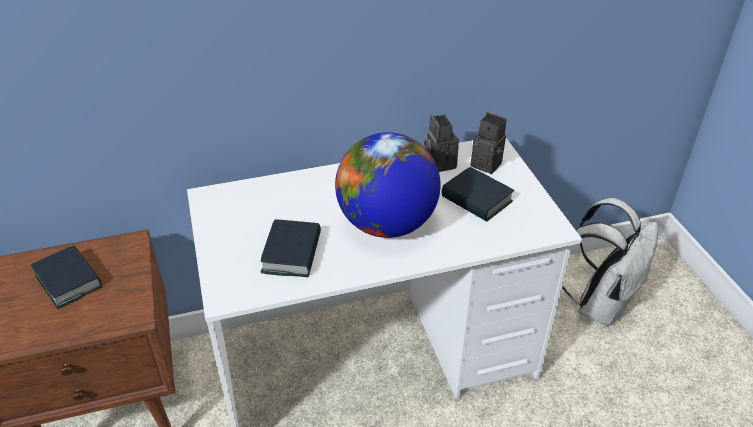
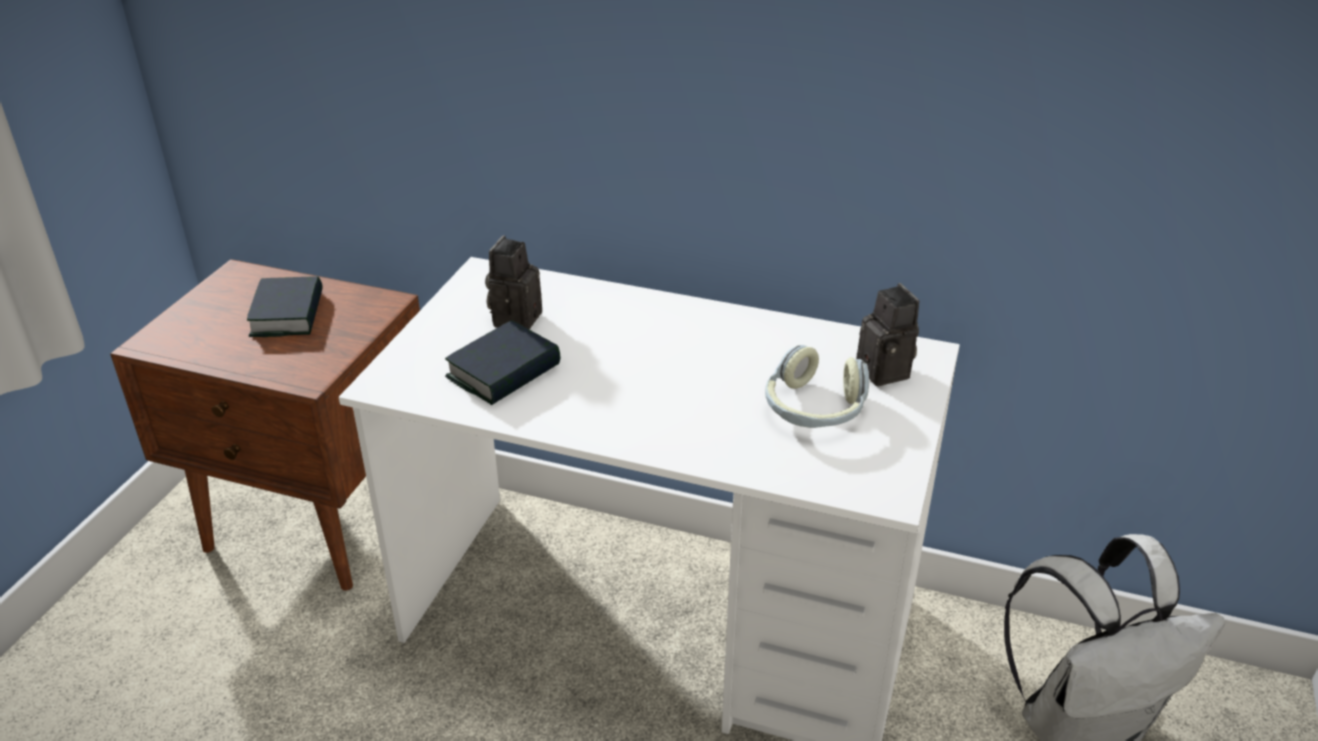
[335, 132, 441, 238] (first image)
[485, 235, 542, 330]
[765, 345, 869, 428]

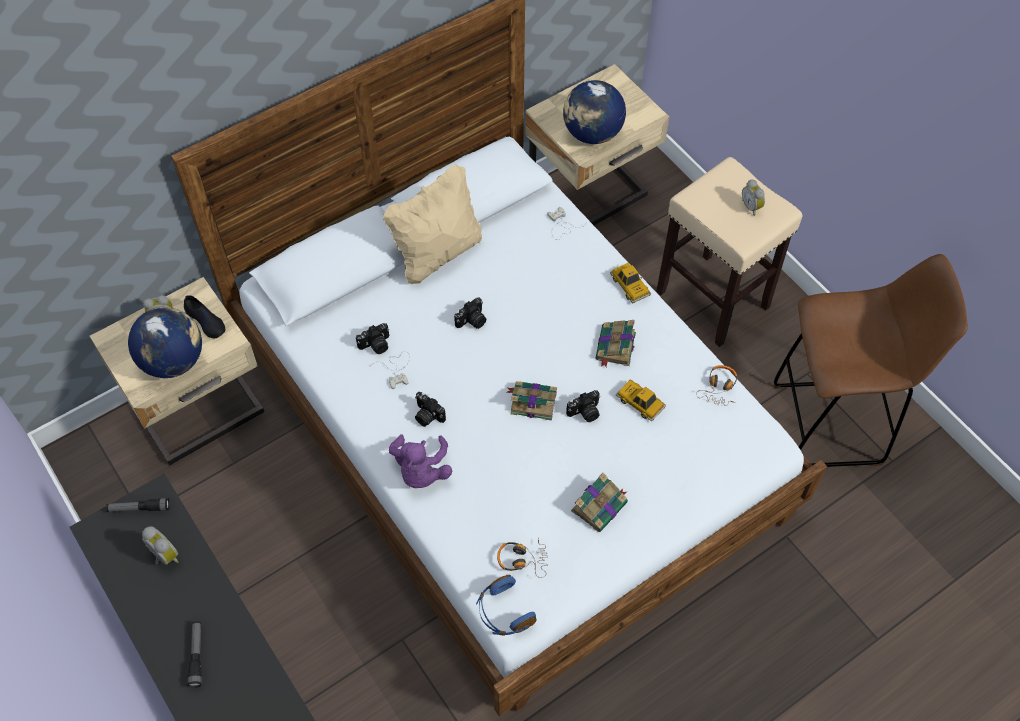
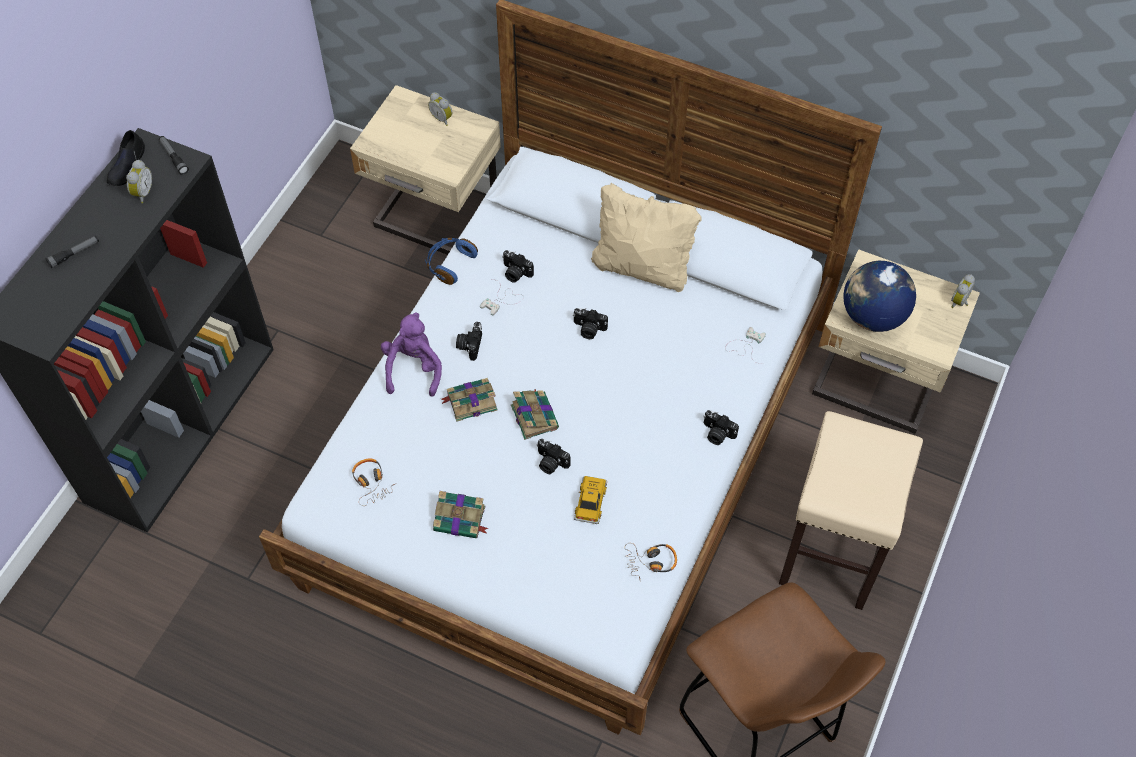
[128, 307, 202, 378] (first image)
[106, 130, 145, 186]
[381, 312, 442, 397]
[425, 238, 478, 285]
[441, 378, 498, 422]
[704, 410, 739, 445]
[951, 274, 975, 308]

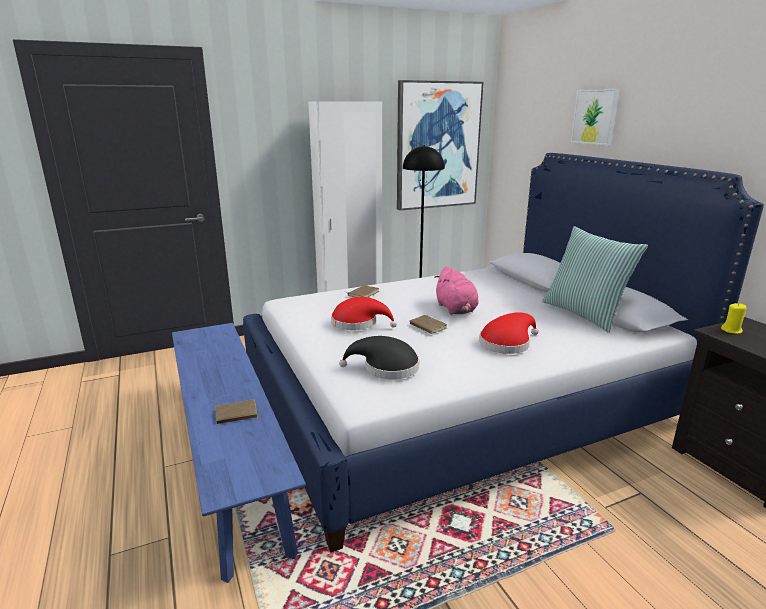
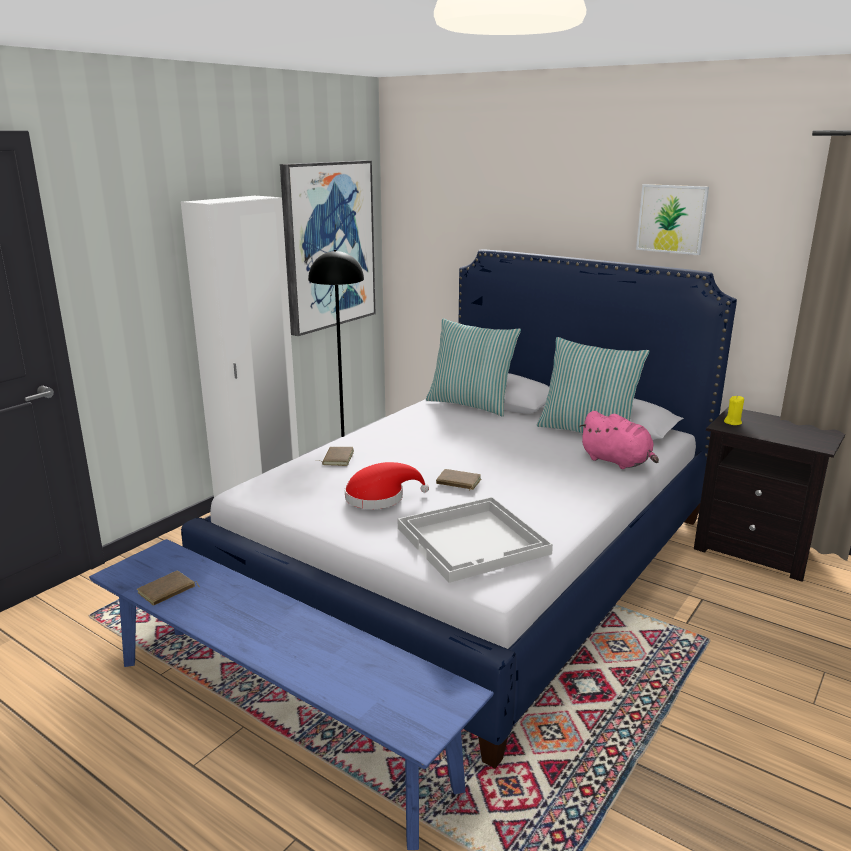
[137, 571, 200, 606]
[398, 497, 553, 583]
[579, 411, 659, 469]
[479, 312, 539, 354] (first image)
[636, 184, 709, 255]
[426, 319, 521, 417]

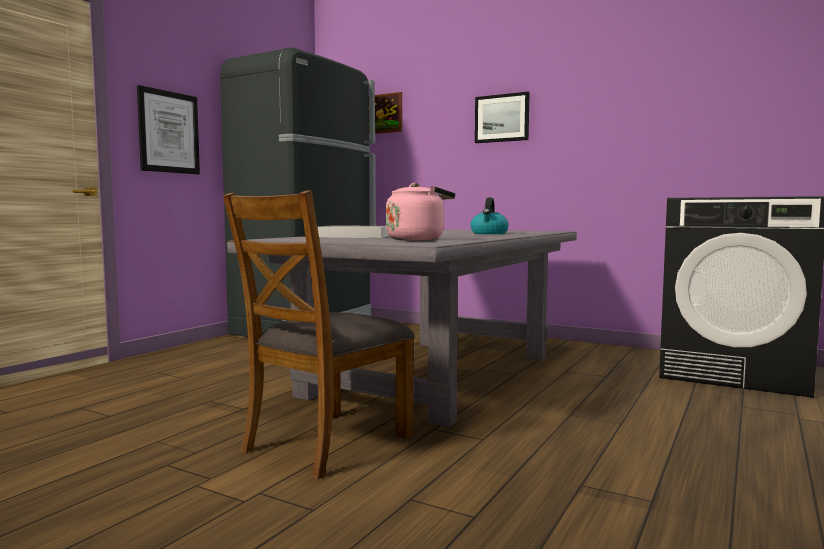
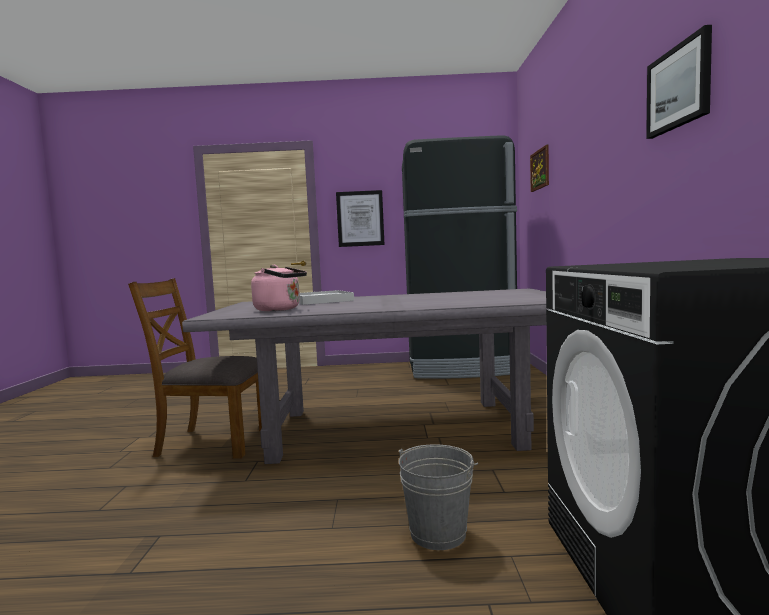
[470, 197, 509, 234] (first image)
[646, 25, 712, 139]
[399, 444, 478, 550]

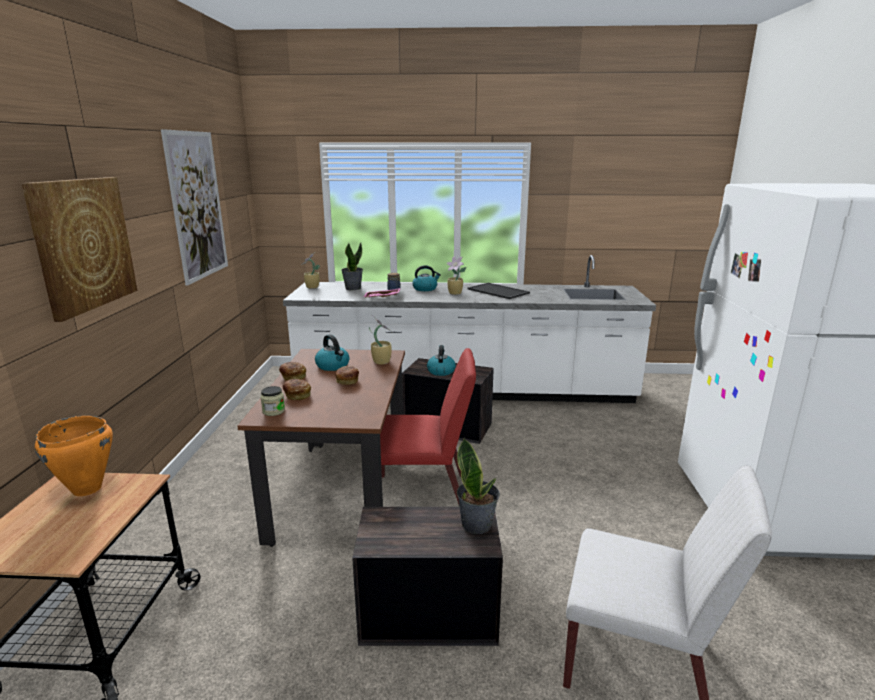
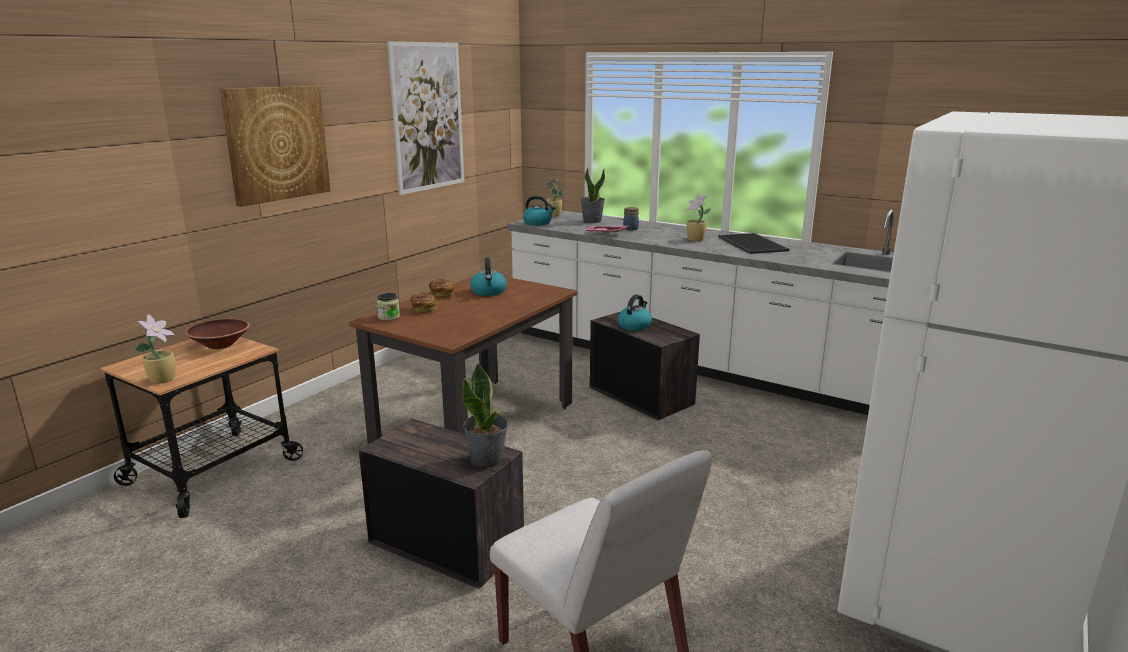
[185, 319, 250, 349]
[335, 366, 359, 385] (first image)
[135, 314, 176, 384]
[380, 348, 476, 504] (first image)
[523, 195, 555, 226]

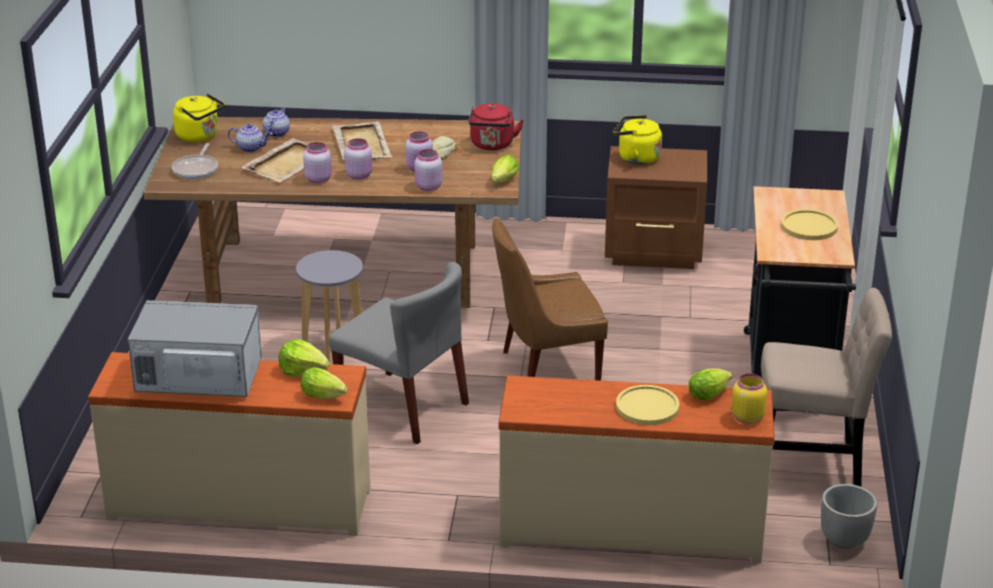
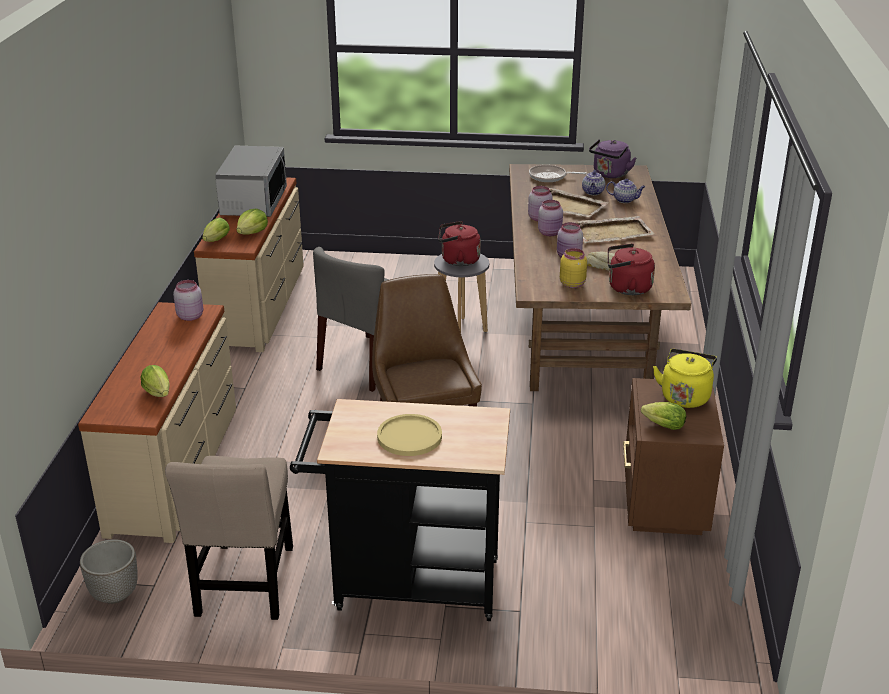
[589, 139, 636, 178]
[173, 280, 203, 321]
[641, 402, 686, 430]
[616, 385, 679, 425] (first image)
[560, 248, 587, 288]
[438, 221, 481, 266]

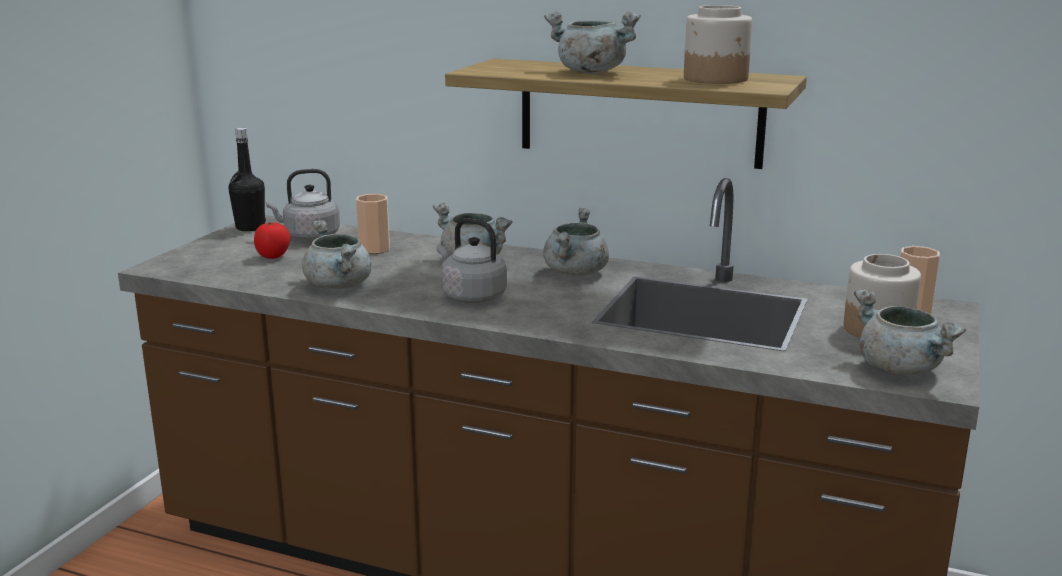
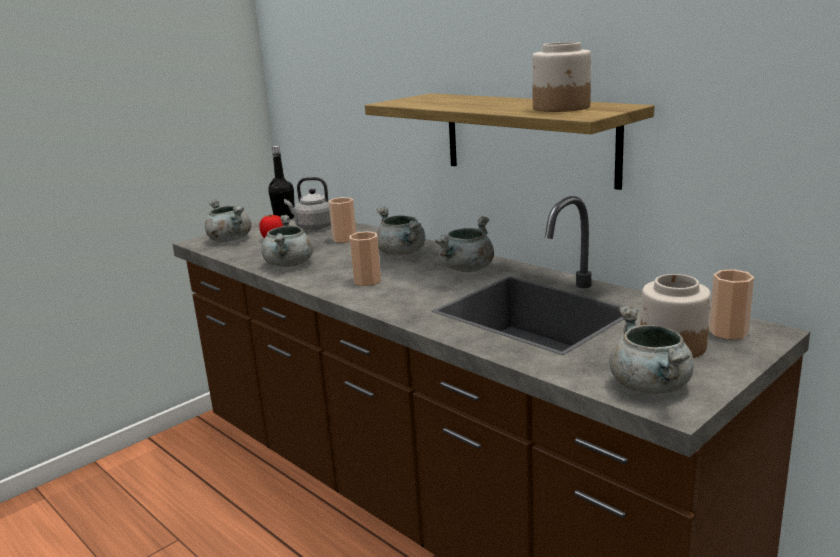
[349, 231, 381, 286]
[205, 199, 251, 242]

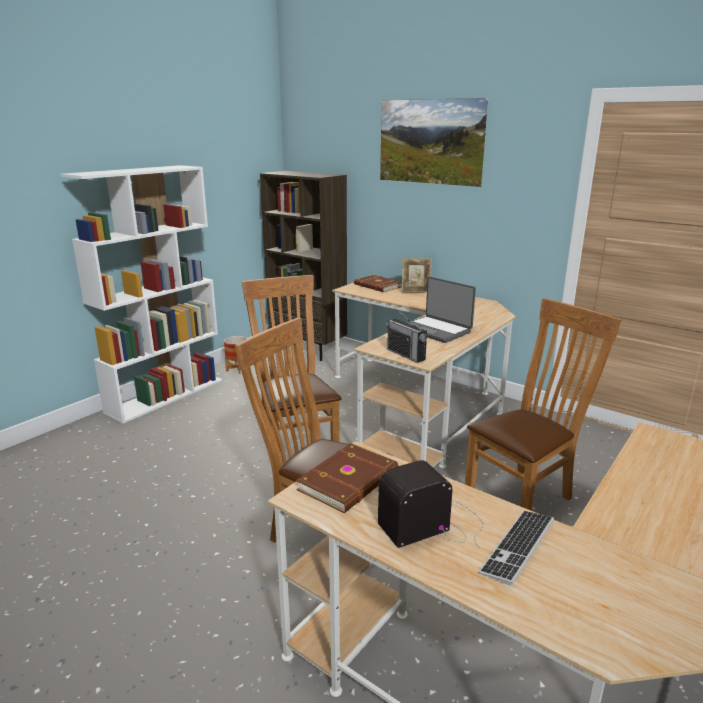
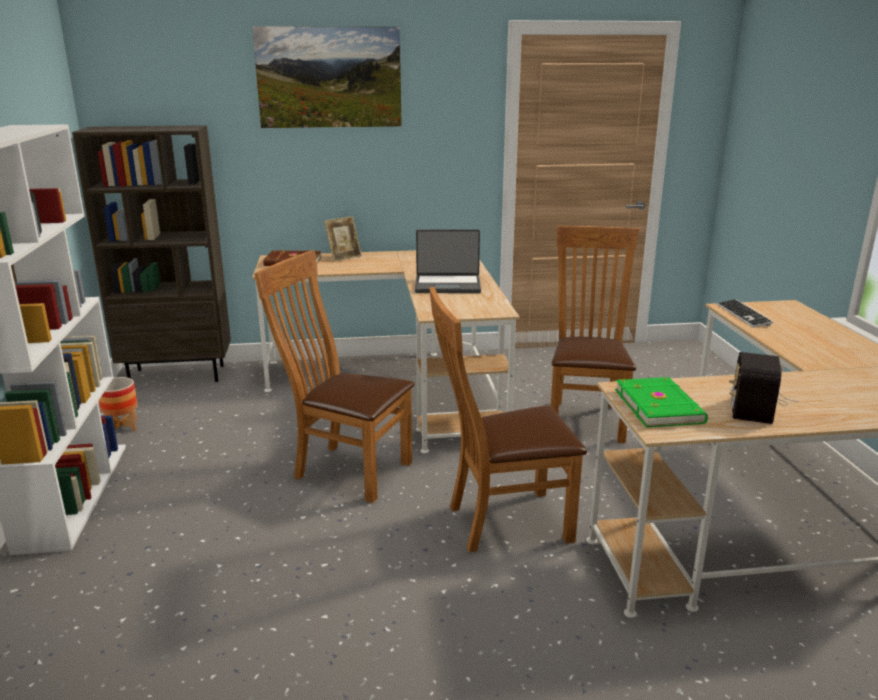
[615, 377, 708, 428]
[386, 308, 427, 363] (first image)
[717, 299, 773, 328]

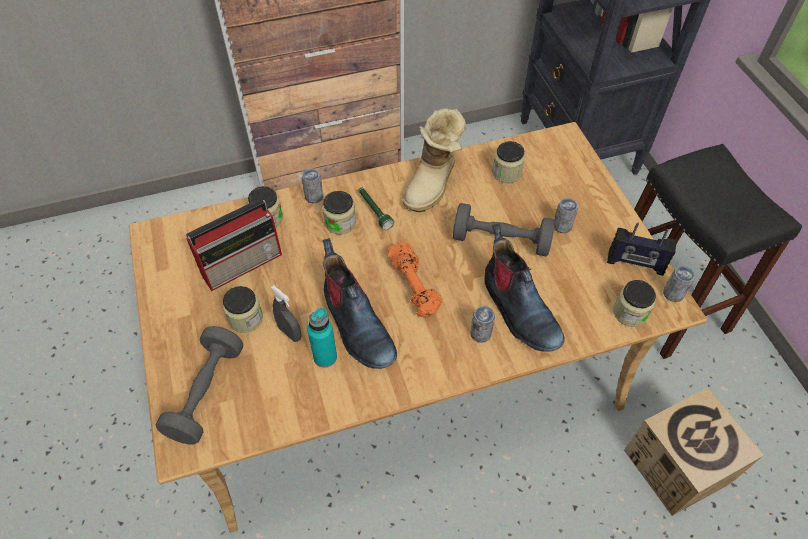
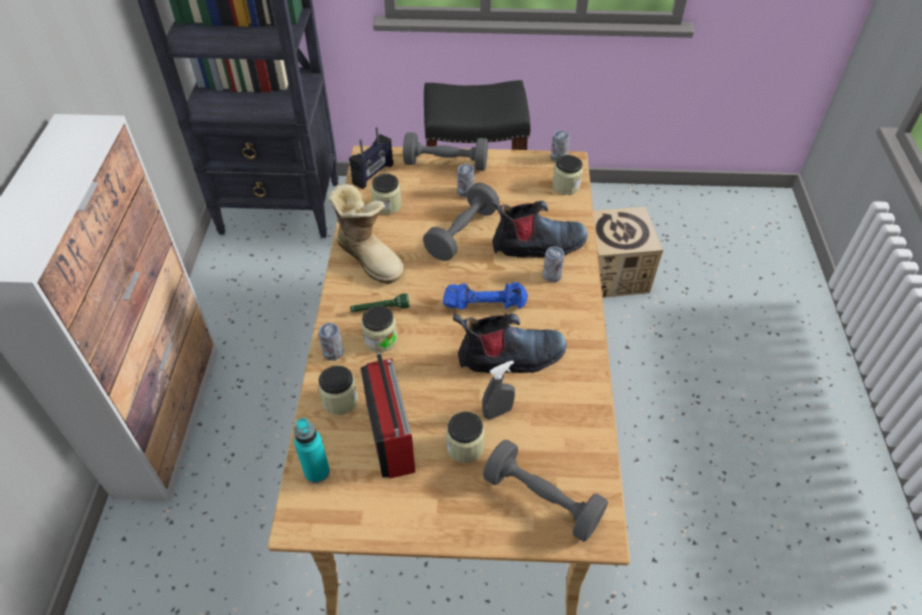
[294, 418, 330, 483]
[443, 282, 528, 310]
[349, 127, 393, 189]
[403, 132, 488, 171]

